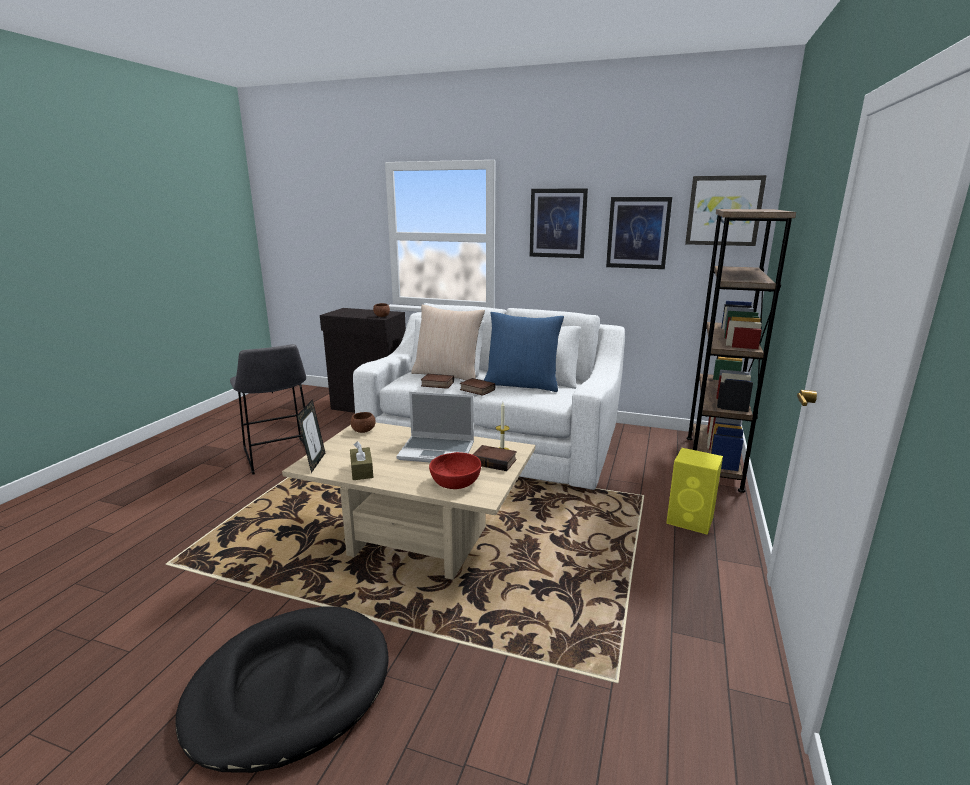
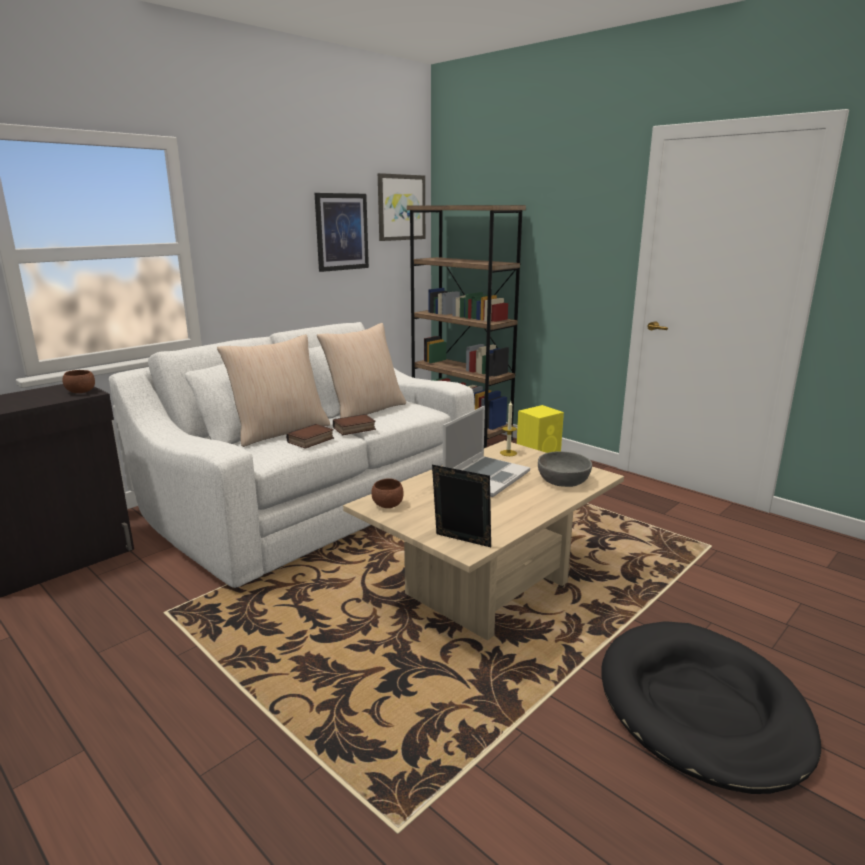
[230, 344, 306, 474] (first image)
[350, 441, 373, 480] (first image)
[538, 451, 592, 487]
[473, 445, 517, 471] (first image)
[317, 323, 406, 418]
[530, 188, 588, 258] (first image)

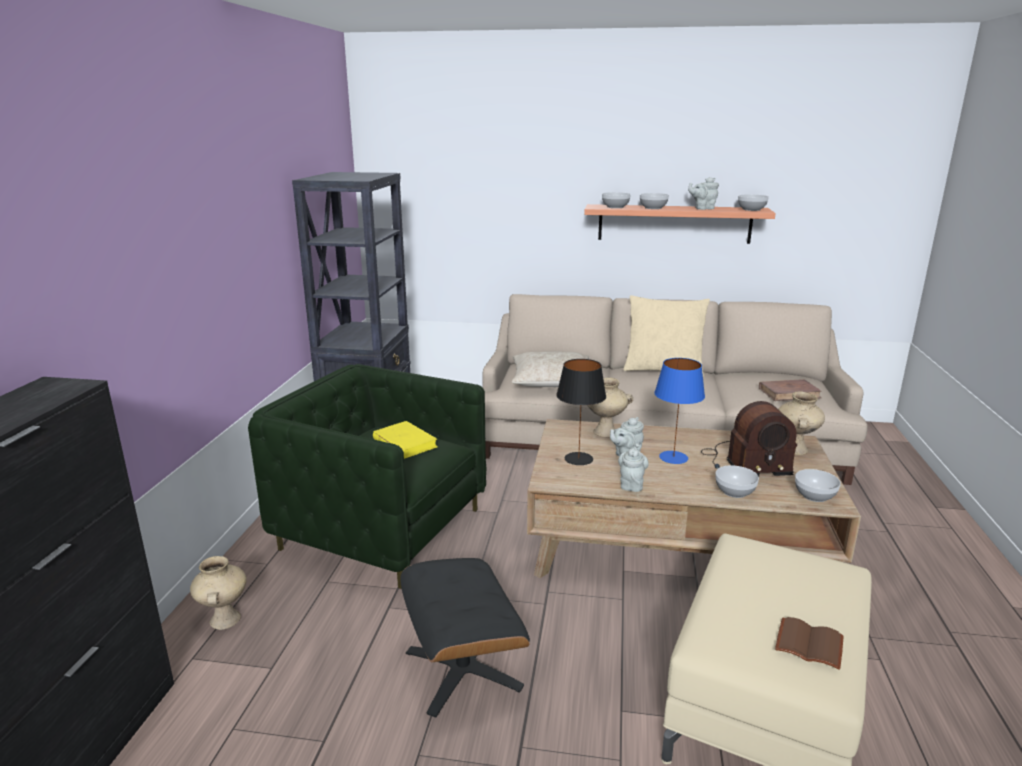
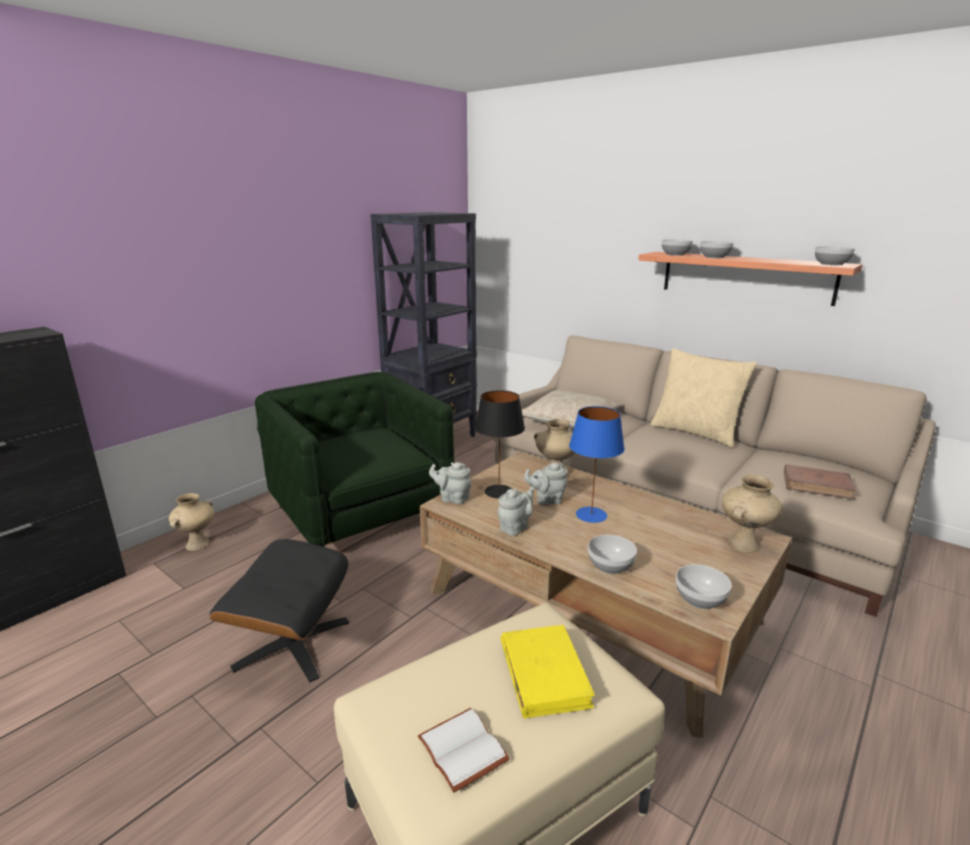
[501, 625, 595, 718]
[429, 462, 472, 504]
[701, 401, 797, 477] (first image)
[418, 708, 510, 793]

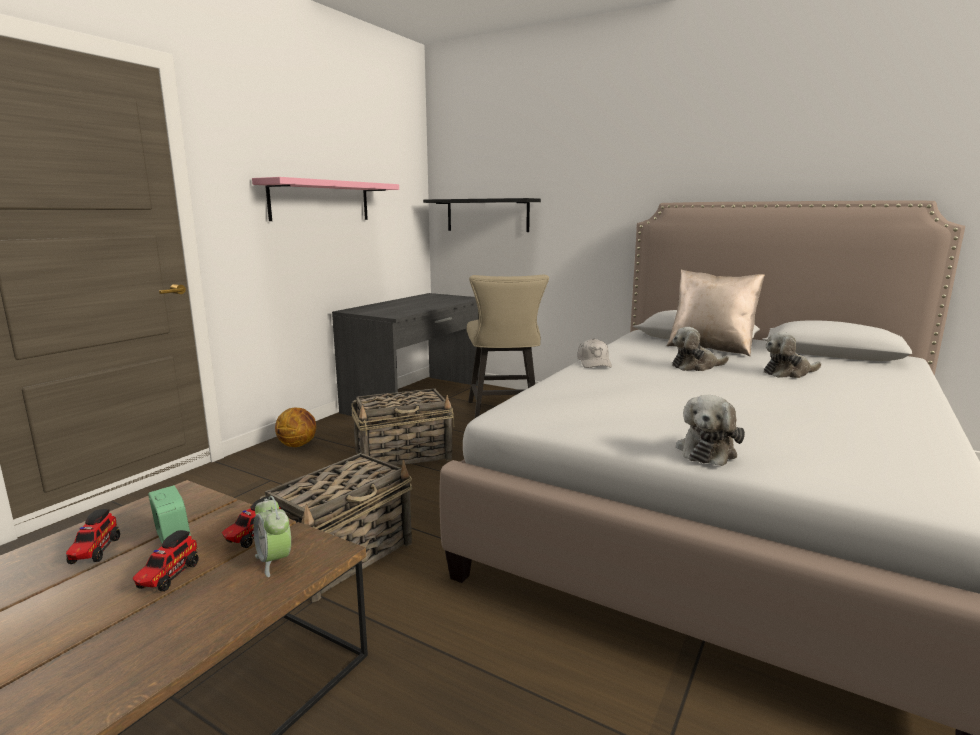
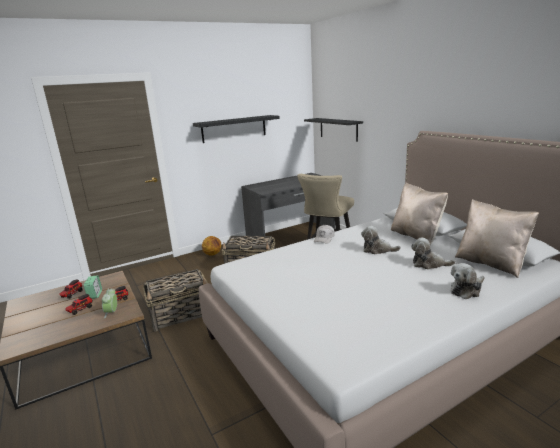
[193, 115, 280, 143]
[450, 263, 485, 299]
[455, 199, 539, 278]

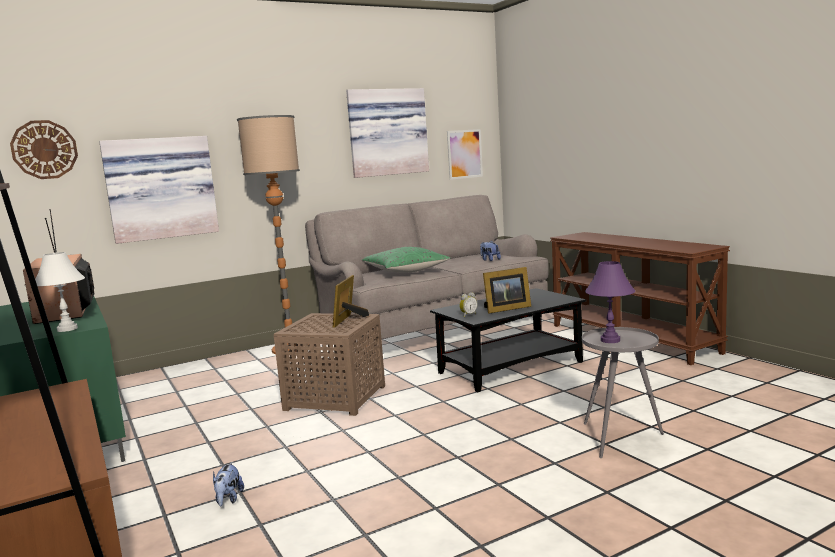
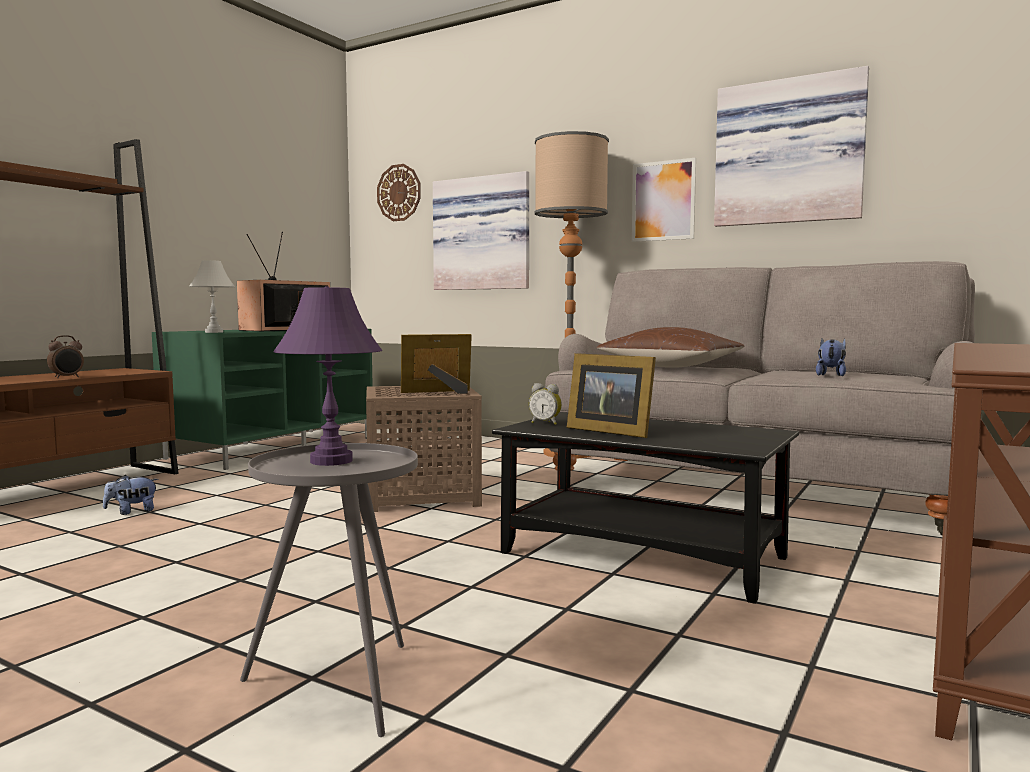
[596, 327, 744, 368]
[632, 158, 696, 242]
[47, 335, 84, 378]

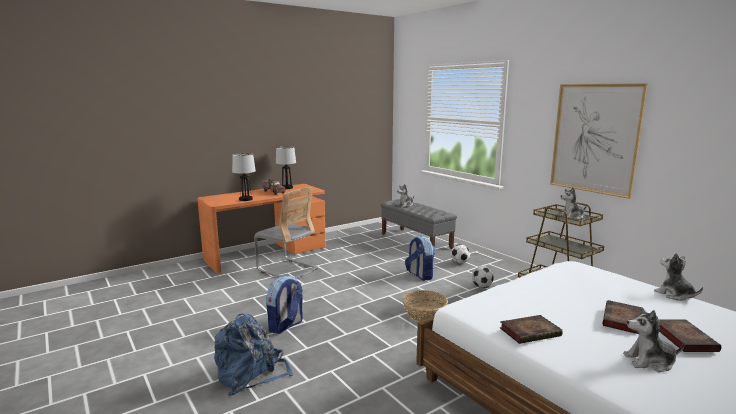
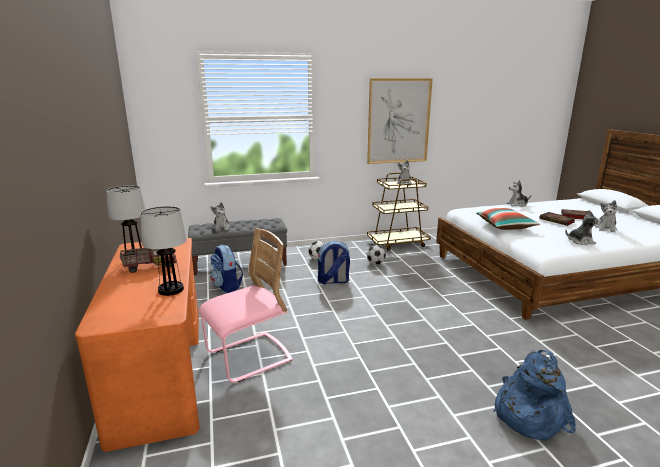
[199, 228, 293, 383]
[210, 245, 244, 293]
[403, 290, 448, 322] (first image)
[565, 210, 601, 245]
[476, 208, 540, 230]

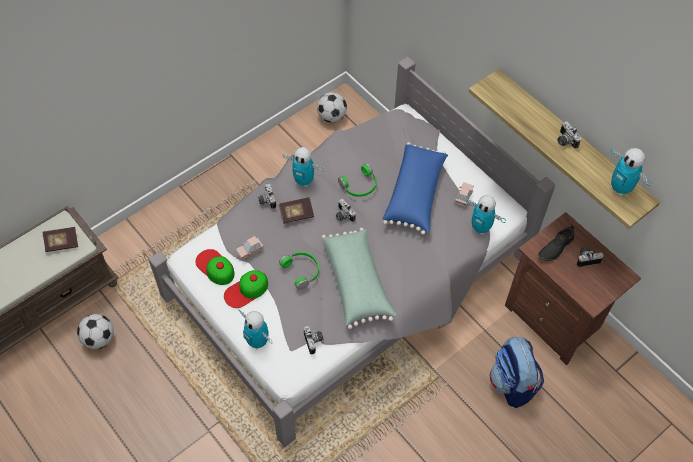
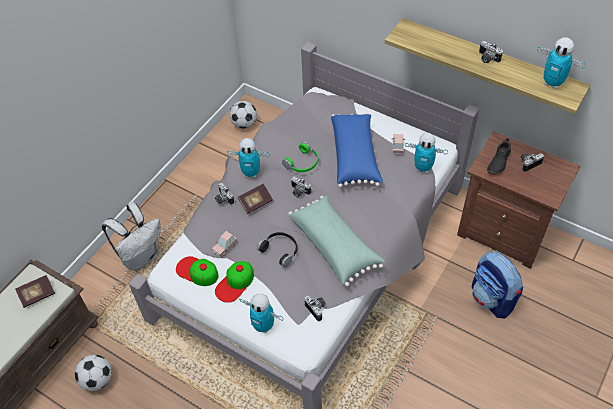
[257, 232, 297, 267]
[102, 202, 161, 271]

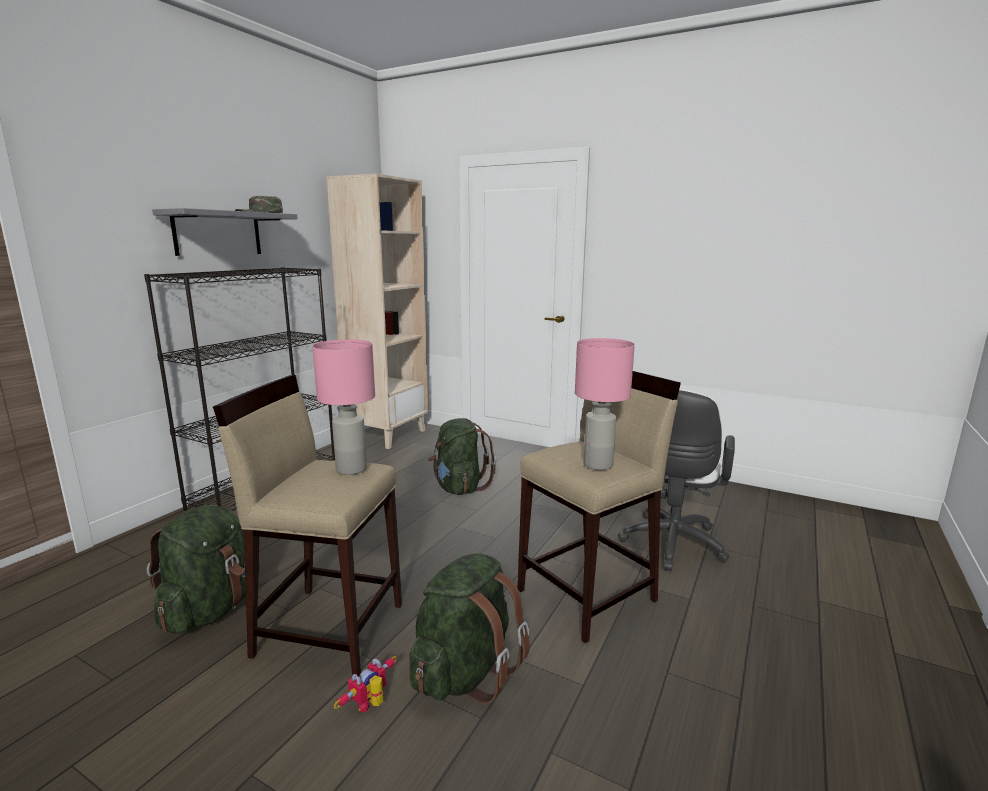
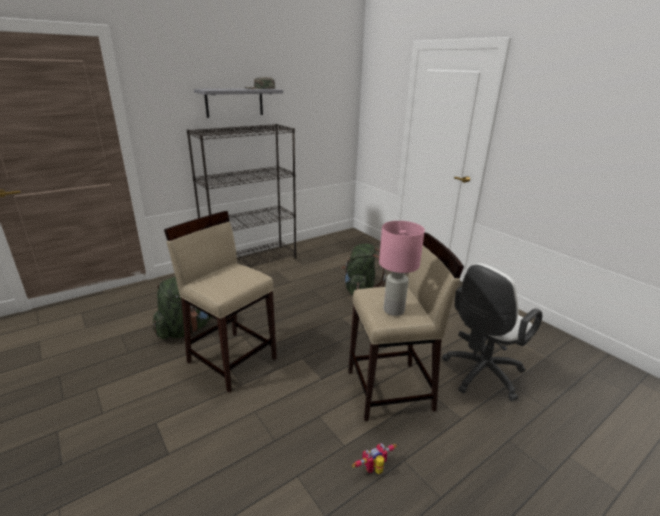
[312, 339, 375, 475] (first image)
[326, 173, 428, 449] (first image)
[352, 443, 396, 474]
[410, 553, 530, 704] (first image)

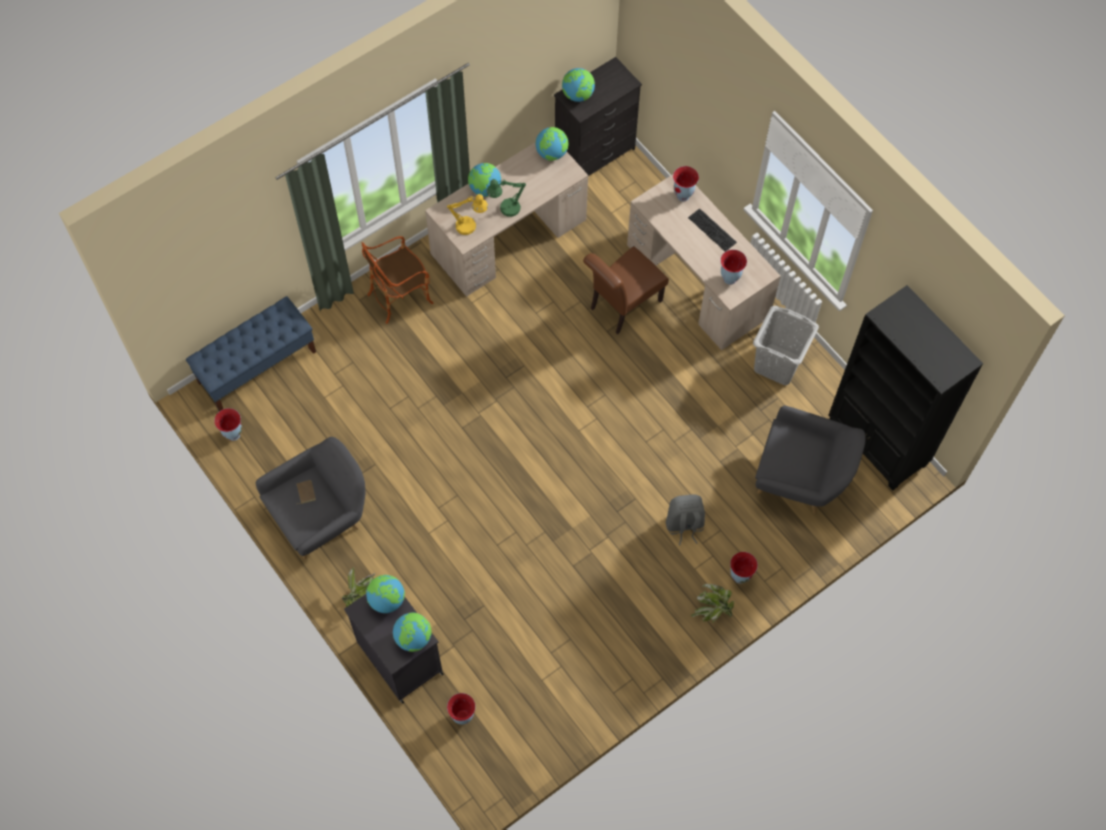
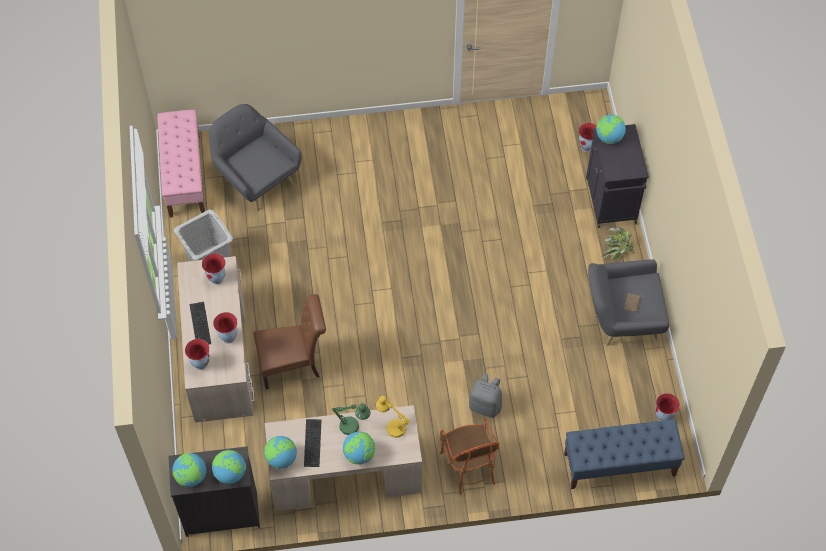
[440, 417, 499, 495]
[172, 453, 206, 487]
[469, 373, 502, 418]
[691, 584, 735, 623] (first image)
[213, 312, 238, 343]
[157, 110, 205, 217]
[304, 419, 321, 467]

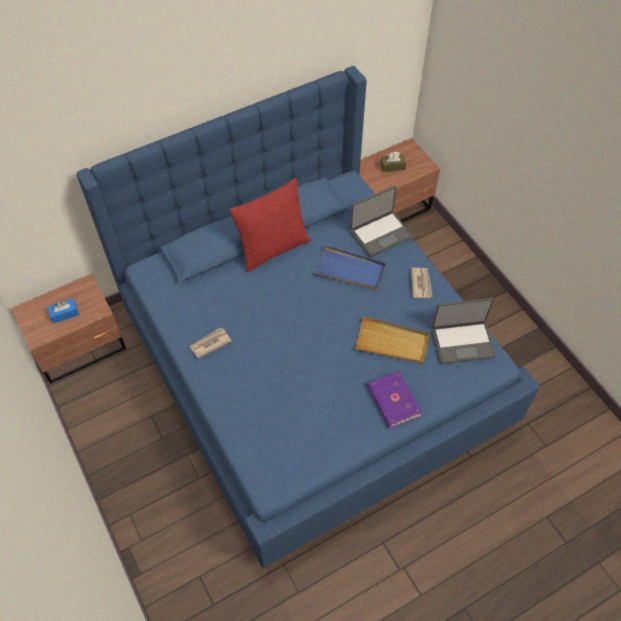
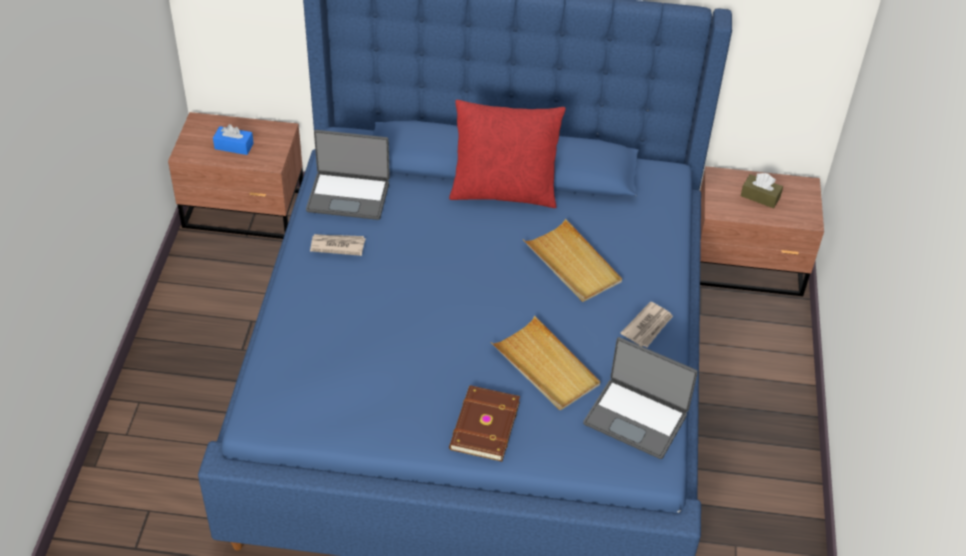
[523, 219, 622, 302]
[306, 130, 390, 220]
[449, 385, 520, 462]

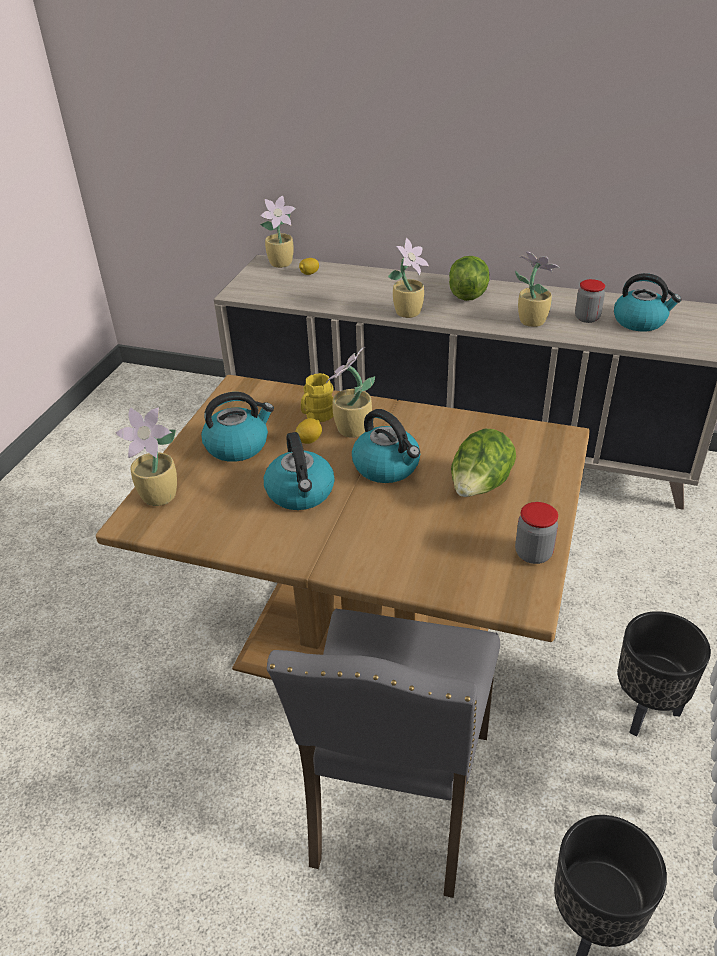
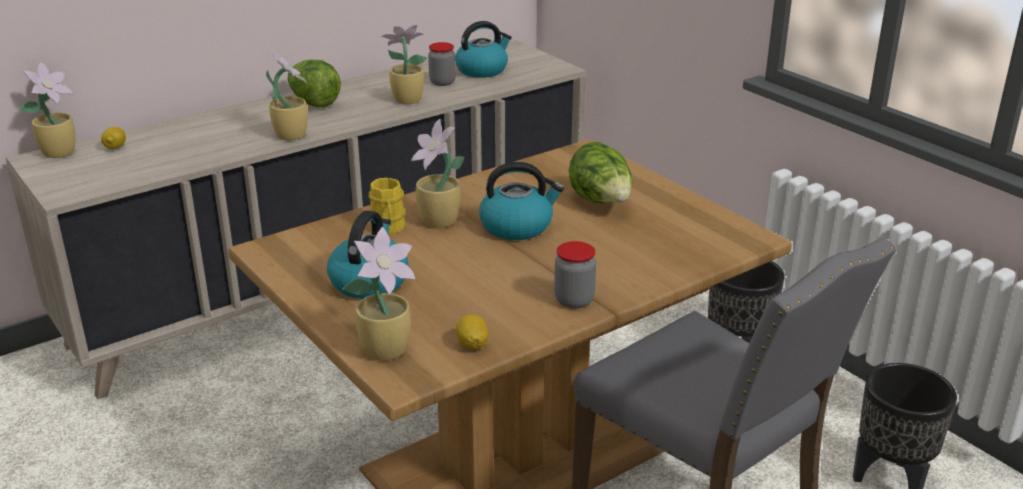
[264, 432, 335, 510] (first image)
[456, 314, 488, 349]
[554, 241, 596, 309]

